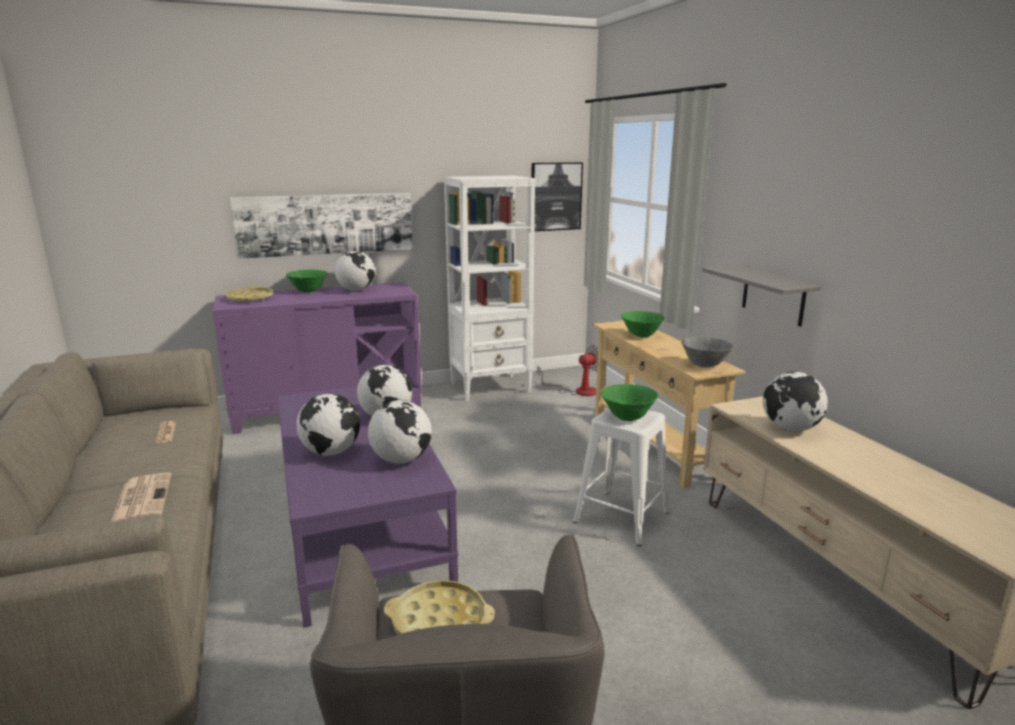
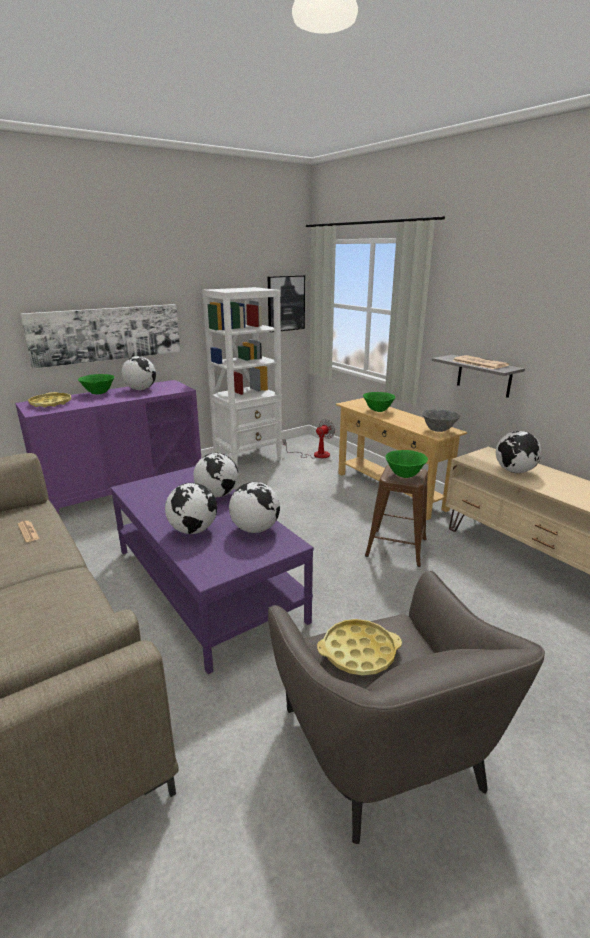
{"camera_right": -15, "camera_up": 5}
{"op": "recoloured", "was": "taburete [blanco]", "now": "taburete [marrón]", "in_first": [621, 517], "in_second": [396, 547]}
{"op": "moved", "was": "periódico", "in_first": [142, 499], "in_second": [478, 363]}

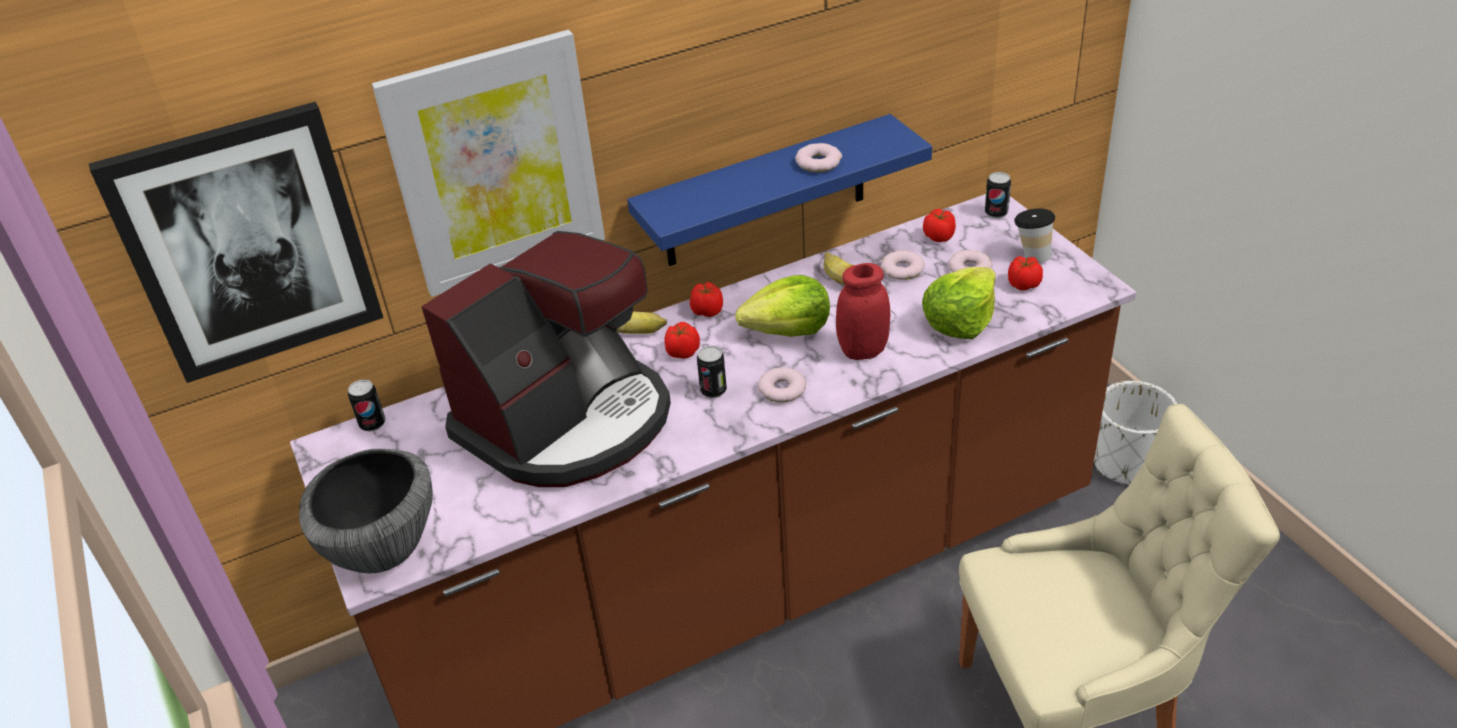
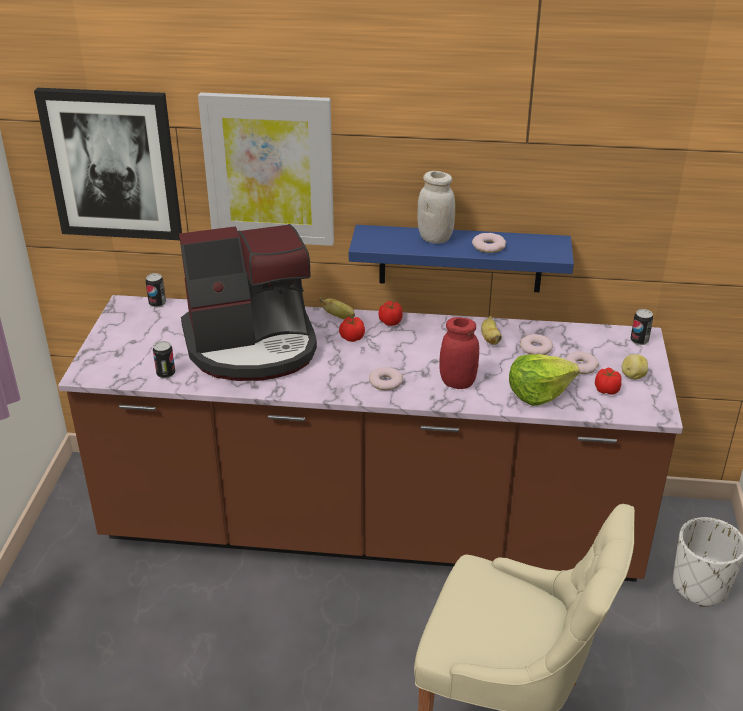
{"camera_right": 30, "camera_up": -5}
{"op": "removed", "was": "tomate", "in_first": [939, 236]}
{"op": "replaced", "was": "taza", "now": "patata", "in_first": [1031, 256], "in_second": [632, 376]}
{"op": "removed", "was": "lechuga", "in_first": [789, 330]}
{"op": "moved", "was": "lata", "in_first": [713, 390], "in_second": [166, 374]}
{"op": "removed", "was": "cuenco", "in_first": [382, 549]}
{"op": "added", "now": "tarro [blanco]", "in_second": [435, 238]}

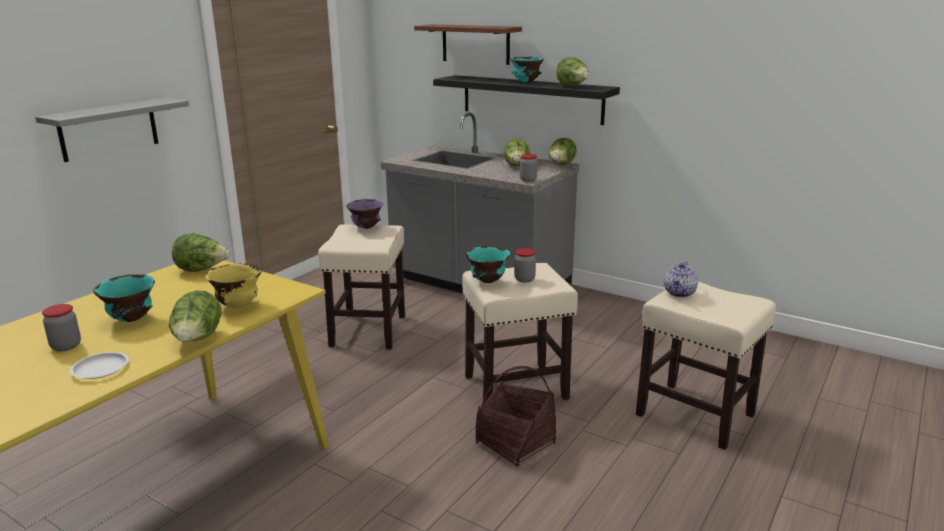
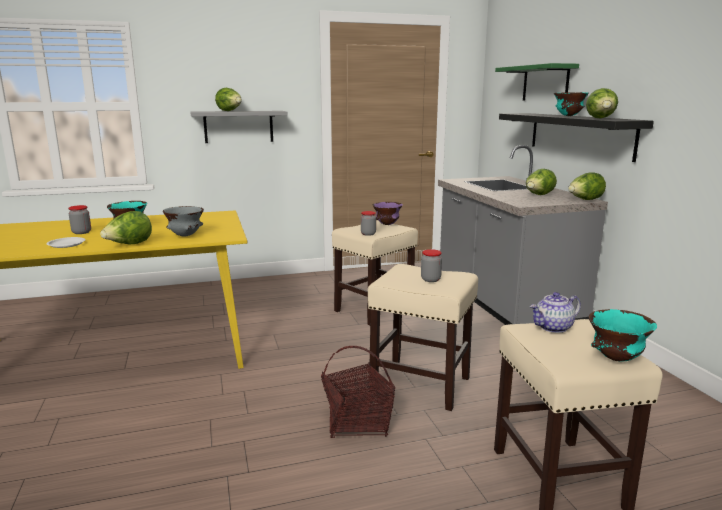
{"camera_right": 40, "camera_up": -5}
{"op": "recoloured", "was": "estante [marrón]", "now": "estante [verde]", "in_first": [475, 44], "in_second": [545, 83]}
{"op": "moved", "was": "tarro", "in_first": [528, 180], "in_second": [368, 234]}
{"op": "moved", "was": "lechuga", "in_first": [202, 270], "in_second": [230, 111]}
{"op": "moved", "was": "cuenco [turquesa]", "in_first": [487, 282], "in_second": [616, 359]}
{"op": "recoloured", "was": "cuenco [amarillo]", "now": "cuenco [gris]", "in_first": [238, 306], "in_second": [186, 236]}

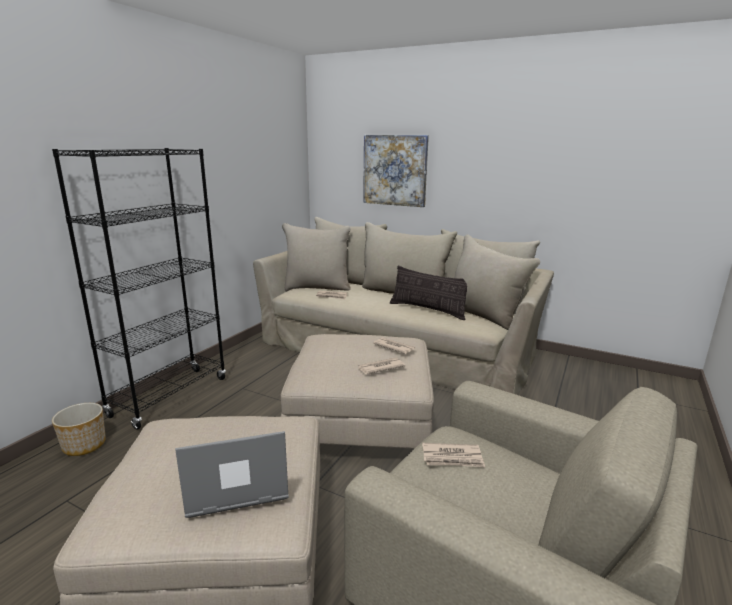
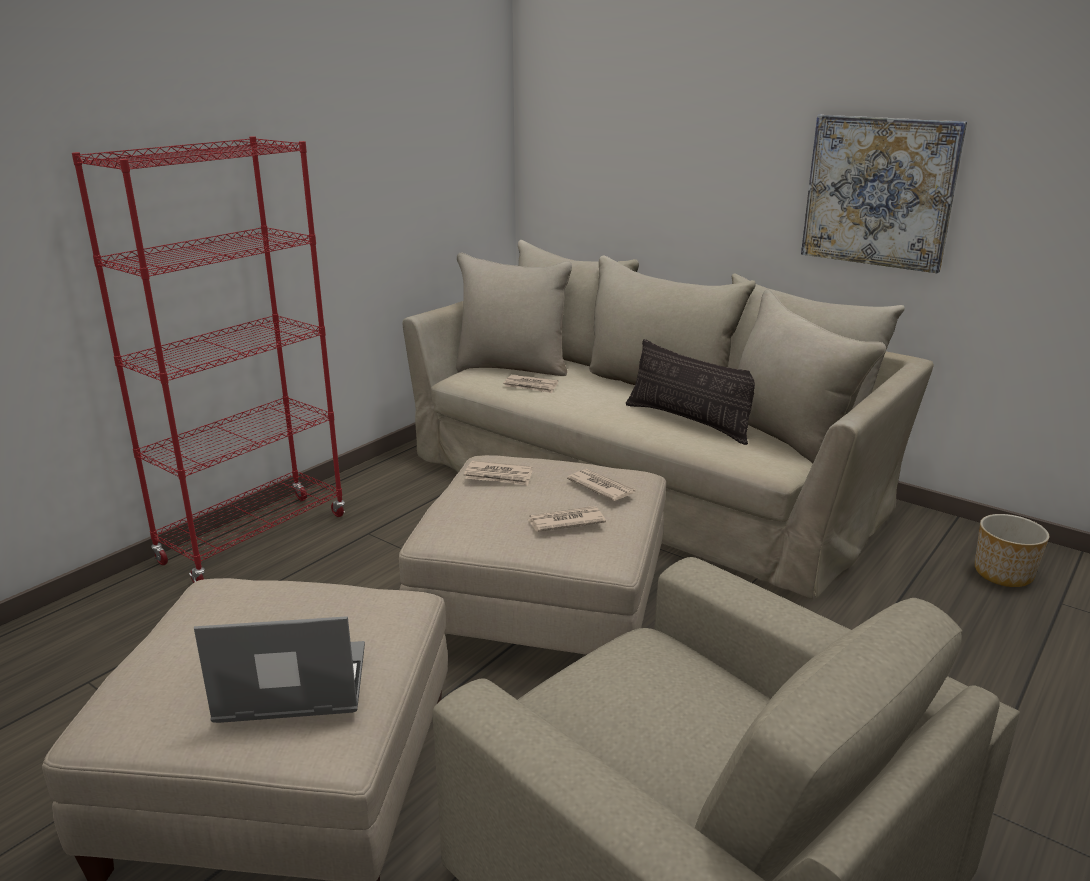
{"camera_right": 10, "camera_up": 5}
{"op": "moved", "was": "cuadro", "in_first": [395, 170], "in_second": [879, 192]}
{"op": "recoloured", "was": "estantería [negro]", "now": "estantería [rojo]", "in_first": [170, 397], "in_second": [254, 538]}
{"op": "moved", "was": "maceta", "in_first": [85, 445], "in_second": [1004, 574]}
{"op": "moved", "was": "periódico", "in_first": [452, 458], "in_second": [499, 476]}

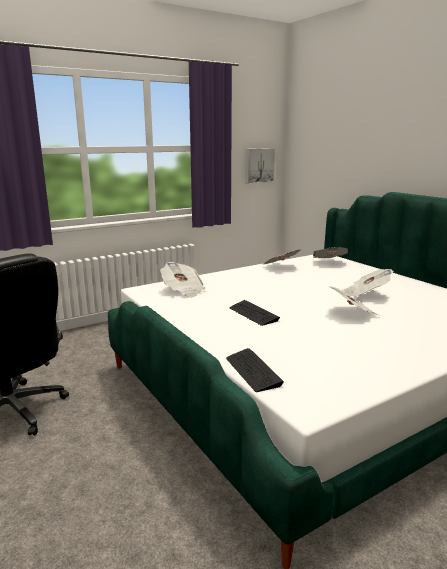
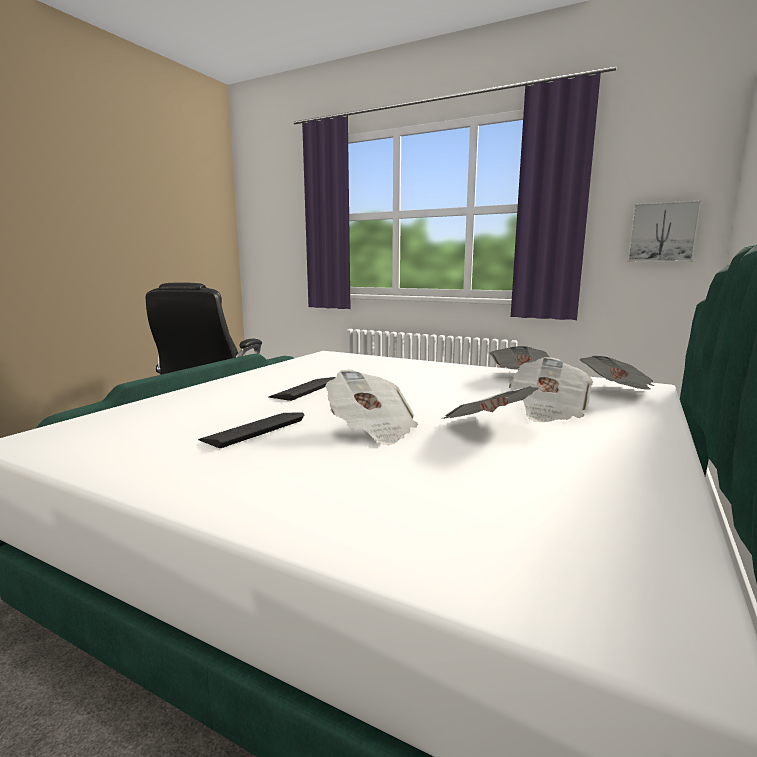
{"camera_right": 60, "camera_up": -5}
{"op": "moved", "was": "periódico", "in_first": [183, 291], "in_second": [547, 411]}
{"op": "moved", "was": "teclado", "in_first": [253, 371], "in_second": [253, 430]}

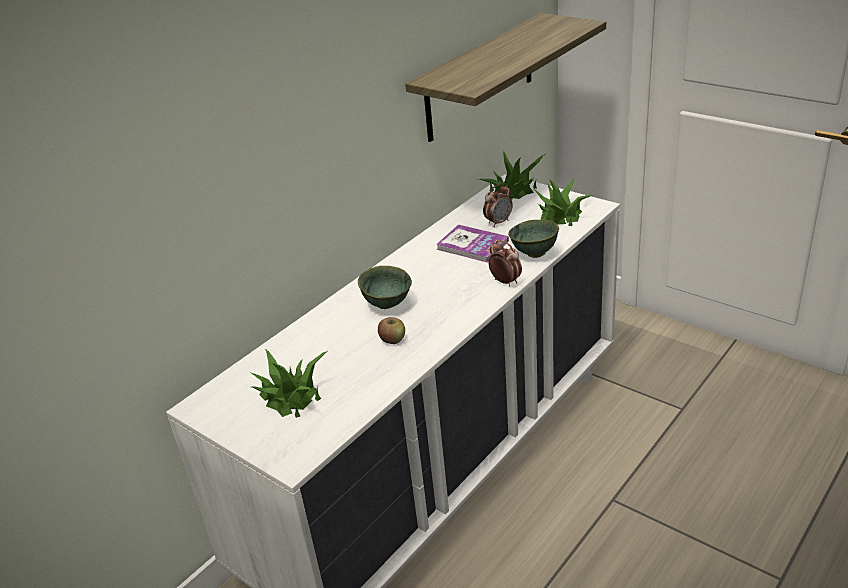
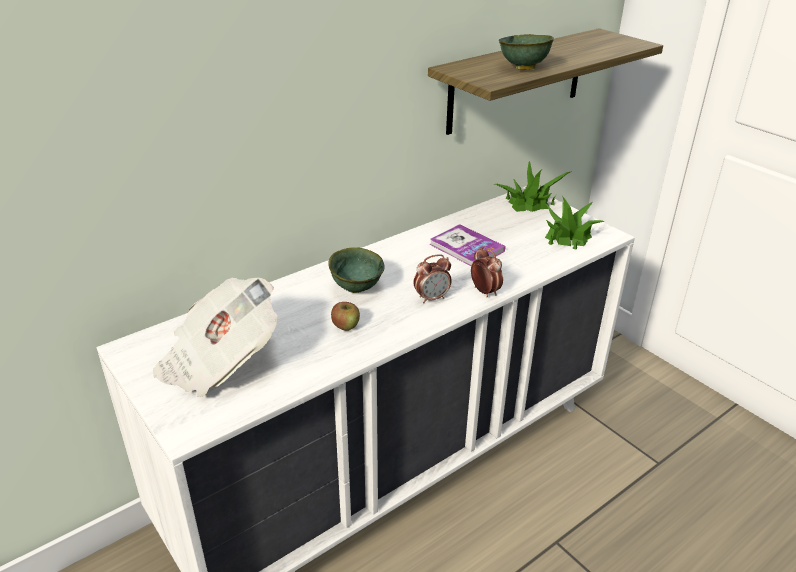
{"camera_right": 10, "camera_up": 0}
{"op": "moved", "was": "despertador", "in_first": [498, 222], "in_second": [432, 298]}
{"op": "moved", "was": "cuenco [verde]", "in_first": [534, 254], "in_second": [523, 68]}
{"op": "replaced", "was": "planta en maceta", "now": "periódico", "in_first": [291, 397], "in_second": [219, 361]}

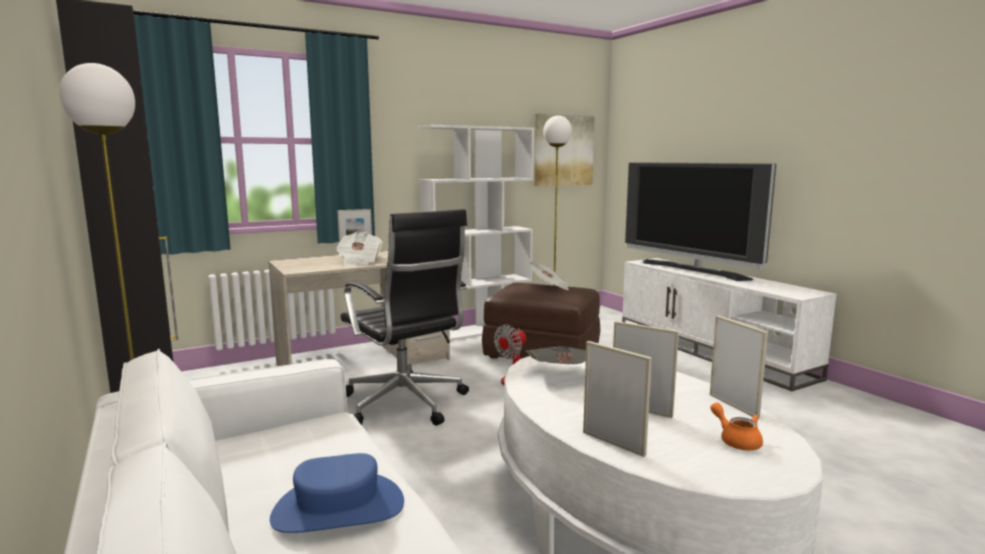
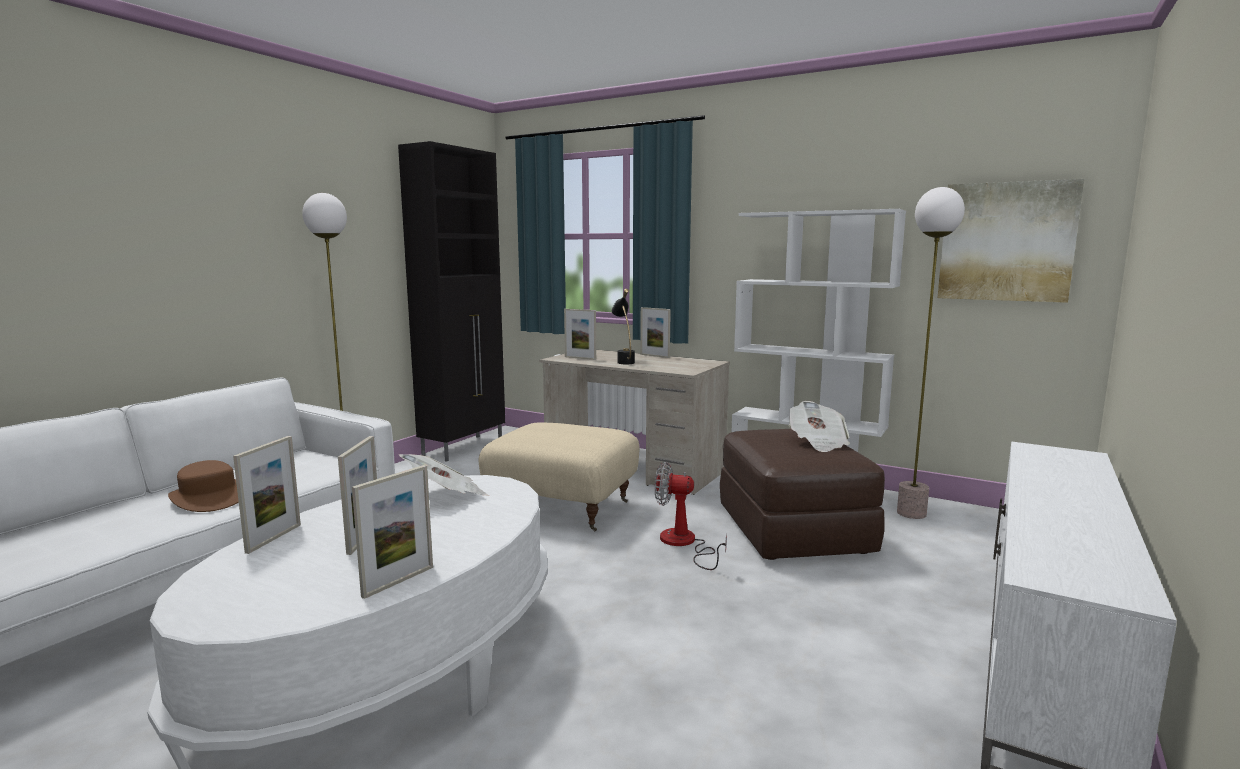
{"camera_right": 60, "camera_up": 0}
{"op": "removed", "was": "televisor", "in_first": [693, 270]}
{"op": "replaced", "was": "silla de oficina [negro]", "now": "puf [beis]", "in_first": [405, 404], "in_second": [561, 509]}
{"op": "replaced", "was": "periódico", "now": "lámpara de mesa [negro]", "in_first": [359, 261], "in_second": [624, 361]}
{"op": "removed", "was": "tetera [naranja]", "in_first": [736, 440]}
{"op": "recoloured", "was": "sombrero [azul]", "now": "sombrero [marrón]", "in_first": [338, 509], "in_second": [208, 498]}
{"op": "added", "now": "portarretratos", "in_second": [580, 358]}

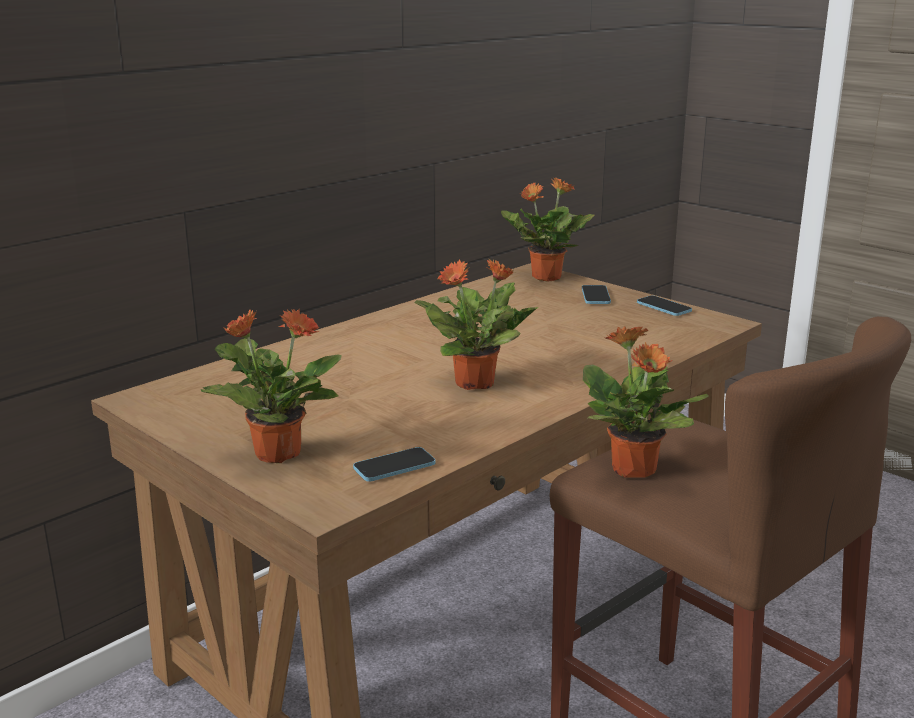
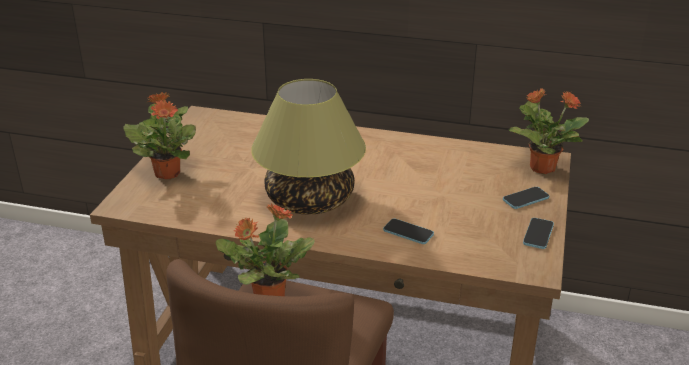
{"camera_right": 60, "camera_up": 10}
{"op": "replaced", "was": "planta en maceta", "now": "lámpara de mesa", "in_first": [476, 383], "in_second": [309, 200]}
{"op": "moved", "was": "móvil", "in_first": [394, 467], "in_second": [408, 232]}

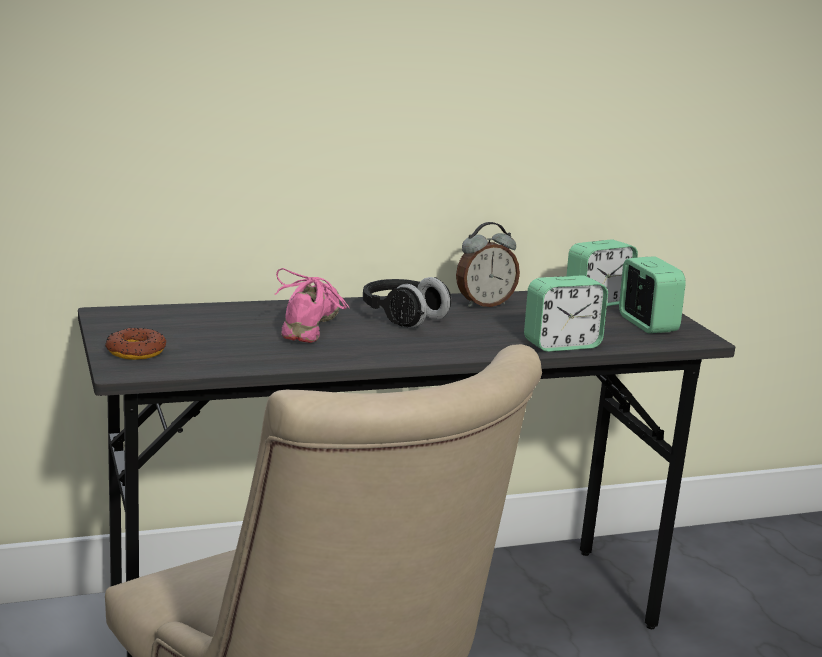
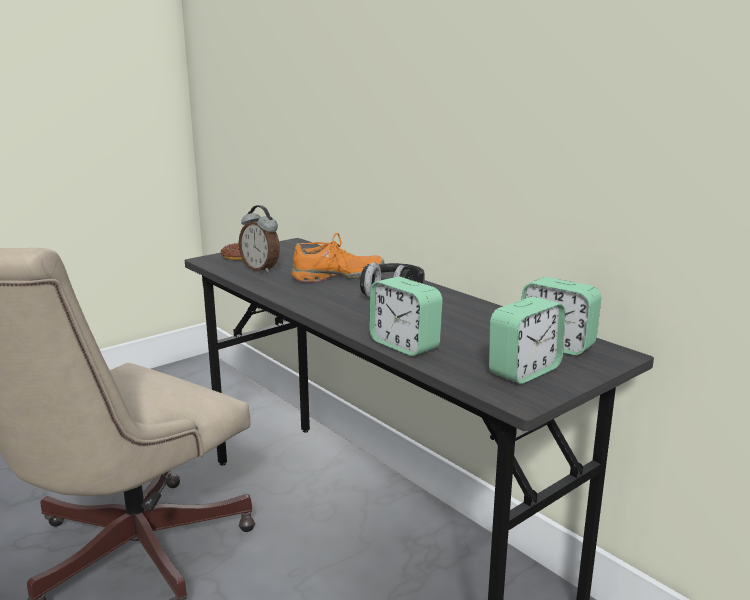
{"camera_right": 70, "camera_up": 0}
{"op": "moved", "was": "despertador", "in_first": [484, 304], "in_second": [261, 269]}
{"op": "recoloured", "was": "zapato [rosa]", "now": "zapato [naranja]", "in_first": [311, 325], "in_second": [337, 277]}

